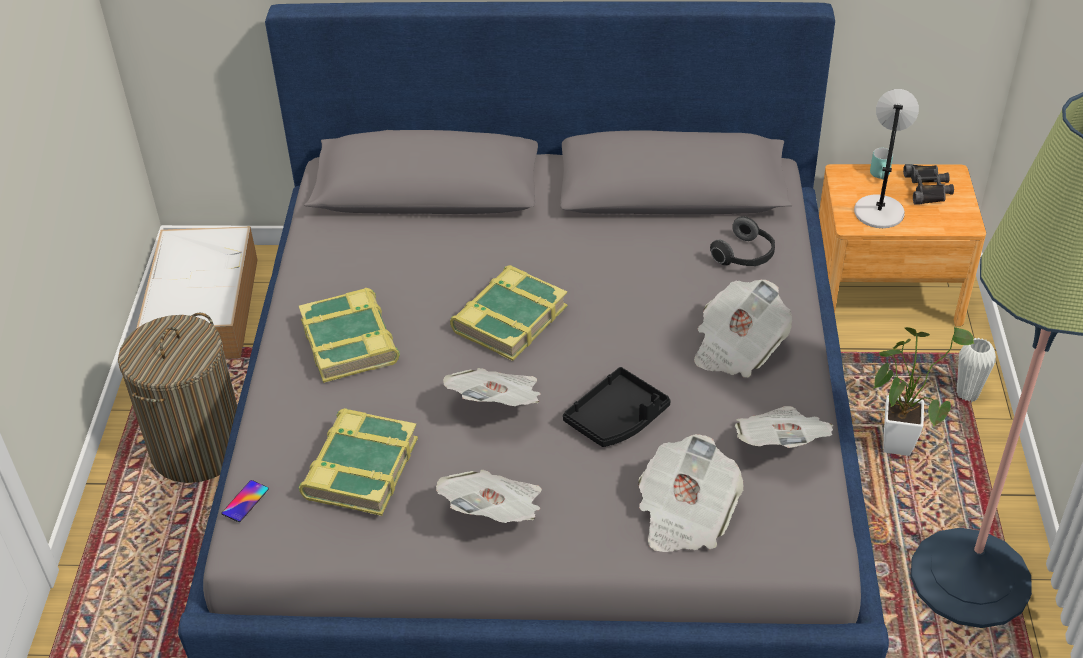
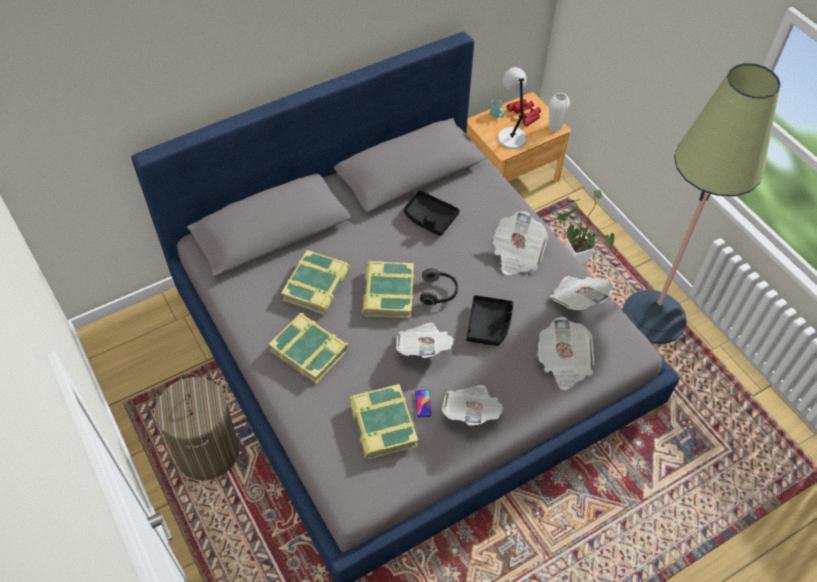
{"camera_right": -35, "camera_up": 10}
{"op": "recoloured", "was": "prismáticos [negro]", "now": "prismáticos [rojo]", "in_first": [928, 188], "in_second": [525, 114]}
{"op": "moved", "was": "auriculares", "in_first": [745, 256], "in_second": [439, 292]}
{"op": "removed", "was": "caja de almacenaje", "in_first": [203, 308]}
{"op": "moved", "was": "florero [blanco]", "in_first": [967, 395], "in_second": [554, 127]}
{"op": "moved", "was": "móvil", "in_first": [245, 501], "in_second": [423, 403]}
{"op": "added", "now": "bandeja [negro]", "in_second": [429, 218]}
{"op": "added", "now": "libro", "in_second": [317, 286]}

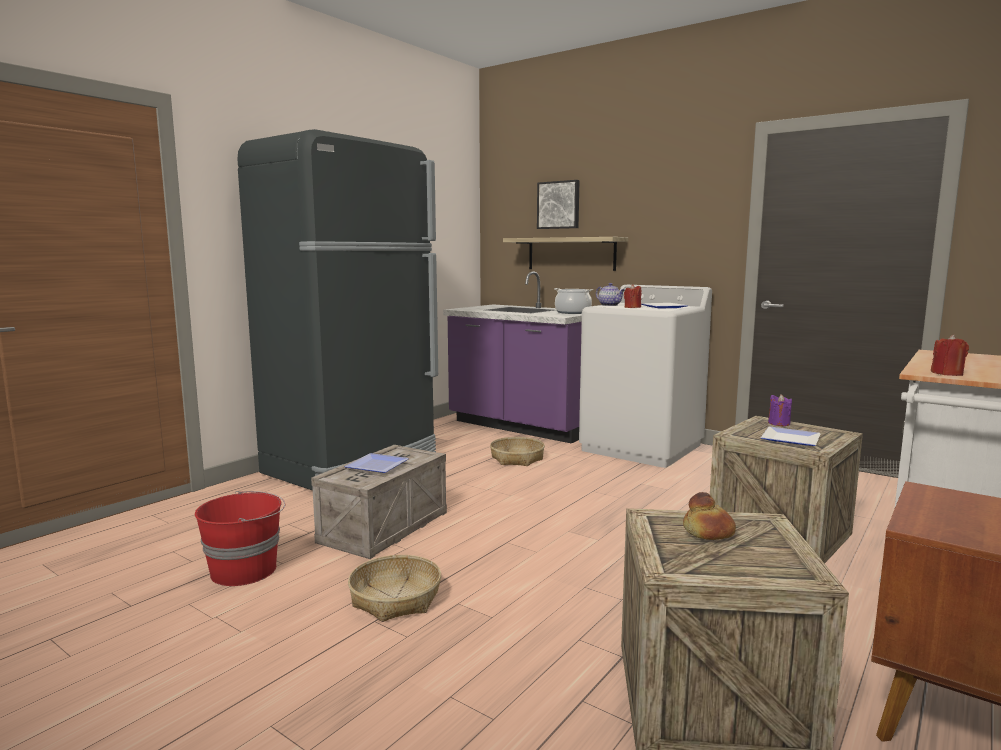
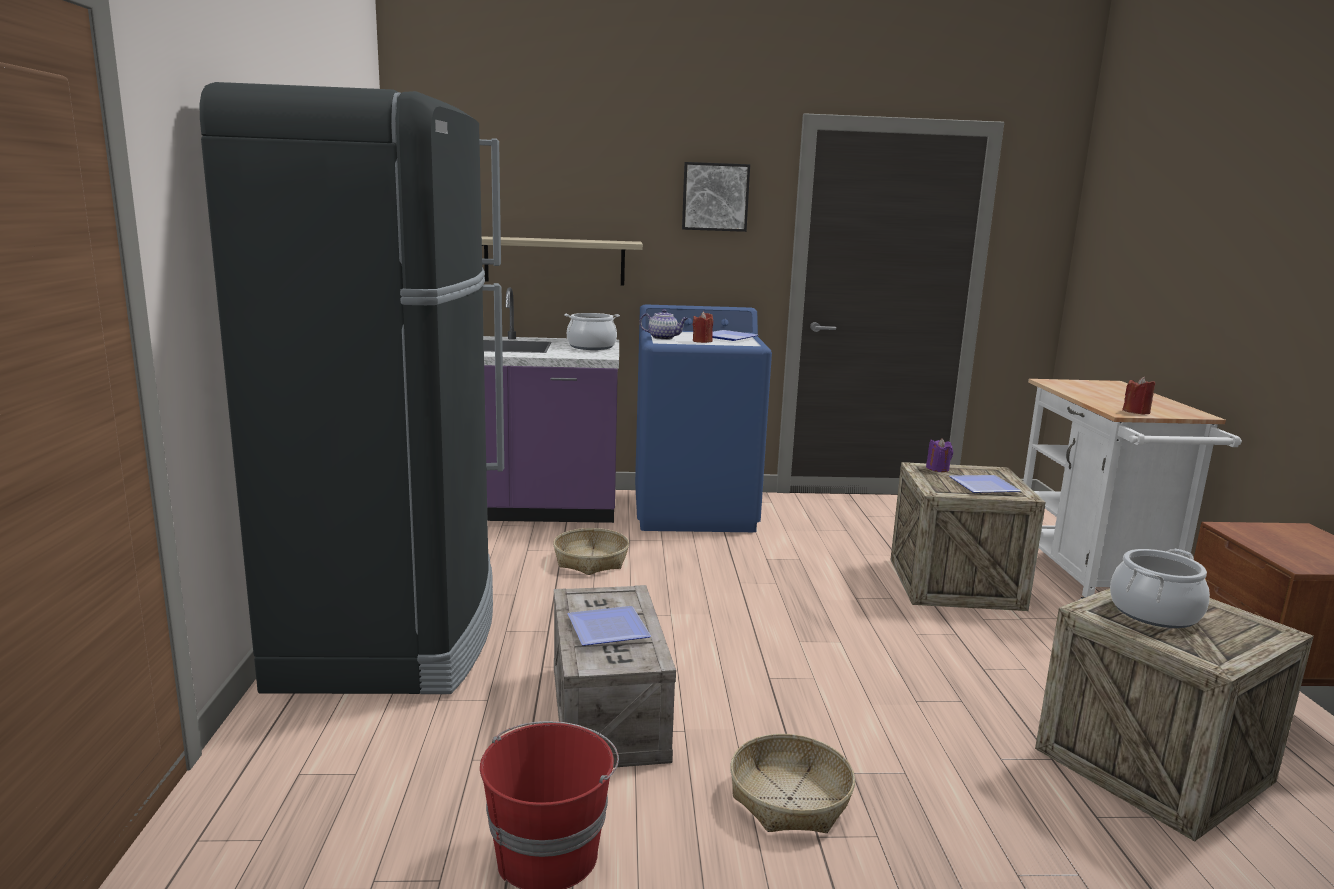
{"camera_right": -40, "camera_up": 5}
{"op": "moved", "was": "cuadro", "in_first": [559, 205], "in_second": [715, 197]}
{"op": "recoloured", "was": "lavadora [blanco]", "now": "lavadora [azul]", "in_first": [642, 448], "in_second": [695, 511]}
{"op": "replaced", "was": "pan", "now": "olla", "in_first": [707, 533], "in_second": [1155, 613]}

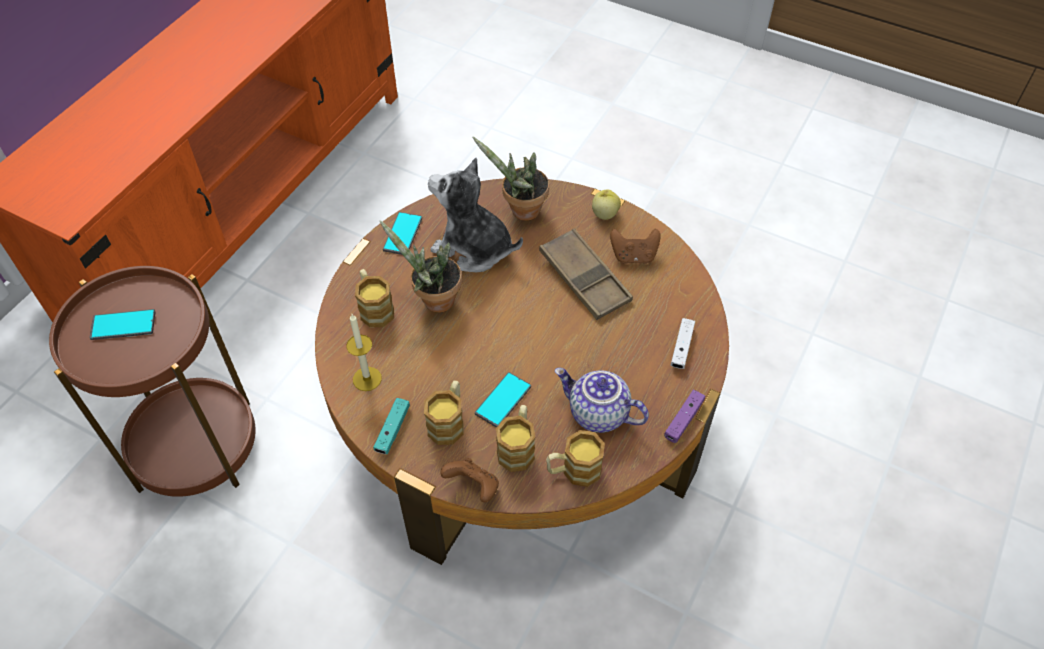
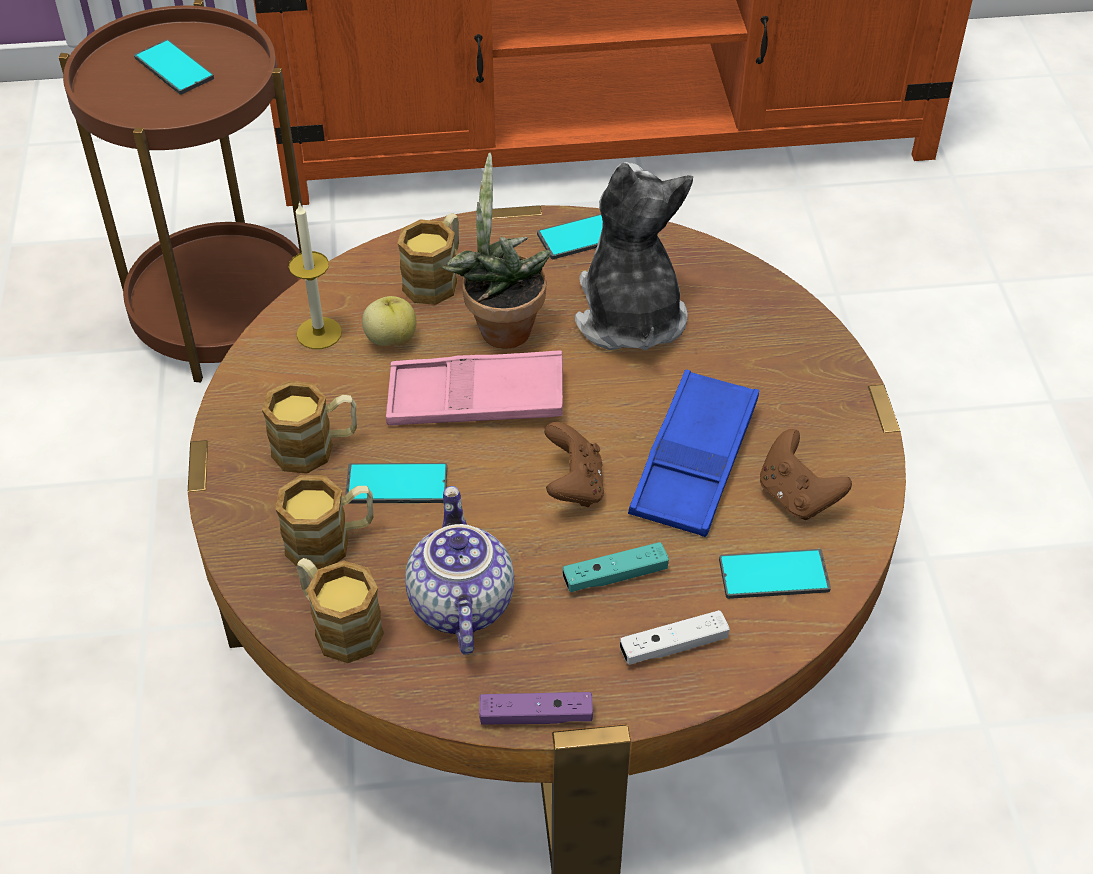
{"camera_right": 55, "camera_up": -5}
{"op": "removed", "was": "planta en maceta", "in_first": [521, 211]}
{"op": "moved", "was": "manzana", "in_first": [604, 214], "in_second": [391, 339]}
{"op": "recoloured", "was": "bandeja [marrón]", "now": "bandeja [azul]", "in_first": [584, 279], "in_second": [694, 462]}
{"op": "moved", "was": "mando de consola [turquesa]", "in_first": [392, 430], "in_second": [615, 576]}
{"op": "moved", "was": "mando de consola [marrón]", "in_first": [473, 487], "in_second": [574, 486]}
{"op": "added", "now": "bandeja [rosa]", "in_second": [476, 399]}
{"op": "added", "now": "móvil", "in_second": [774, 575]}

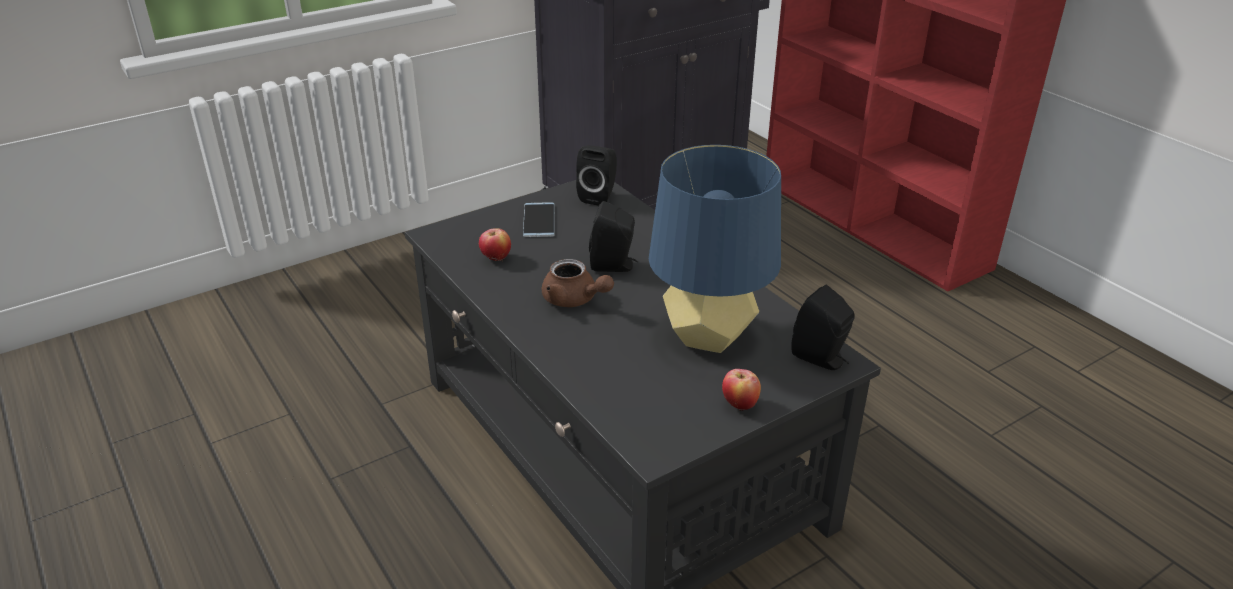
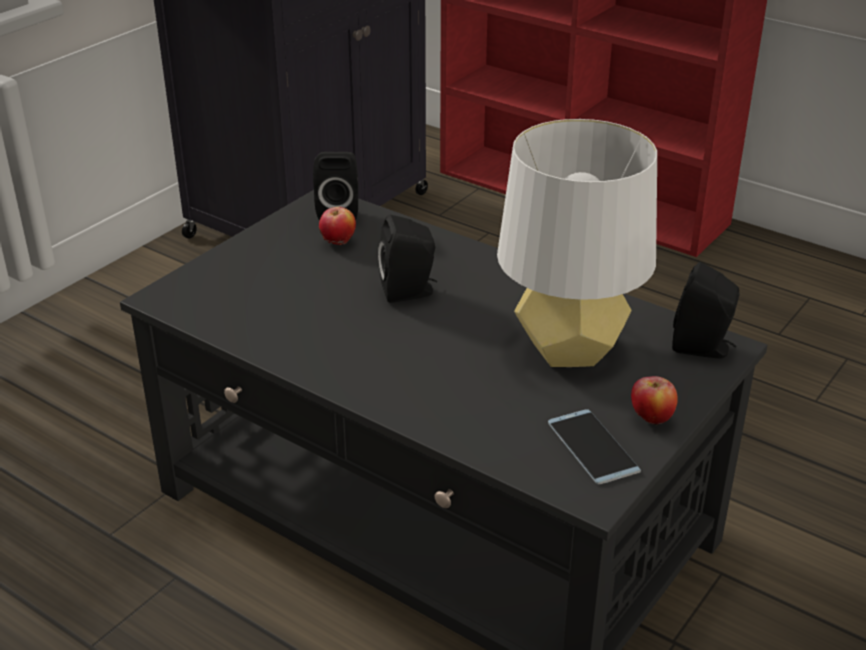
{"camera_right": -20, "camera_up": 0}
{"op": "recoloured", "was": "lámpara de mesa [azul]", "now": "lámpara de mesa [blanco]", "in_first": [708, 335], "in_second": [568, 349]}
{"op": "moved", "was": "móvil", "in_first": [539, 220], "in_second": [592, 447]}
{"op": "moved", "was": "manzana", "in_first": [496, 259], "in_second": [338, 243]}
{"op": "removed", "was": "tetera [marrón]", "in_first": [574, 300]}

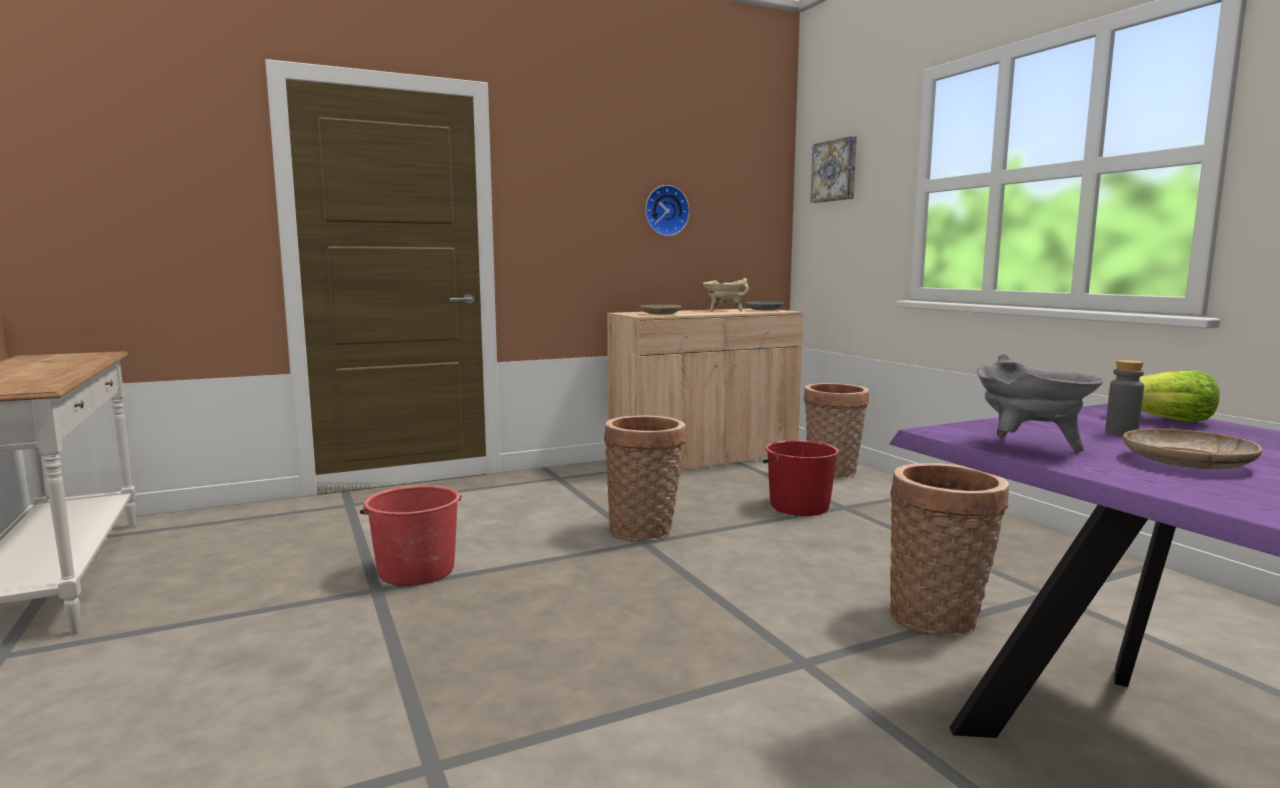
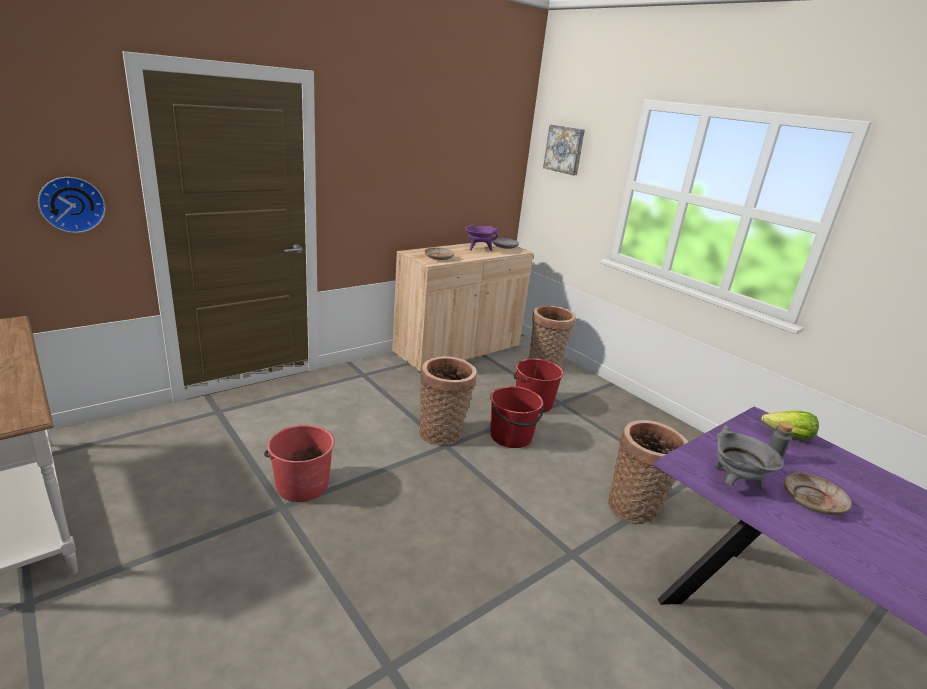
{"camera_right": -15, "camera_up": 15}
{"op": "moved", "was": "reloj de pared", "in_first": [665, 211], "in_second": [72, 204]}
{"op": "recoloured", "was": "olla [beis]", "now": "olla [morado]", "in_first": [724, 311], "in_second": [478, 249]}
{"op": "added", "now": "cubo [rojo]", "in_second": [511, 437]}

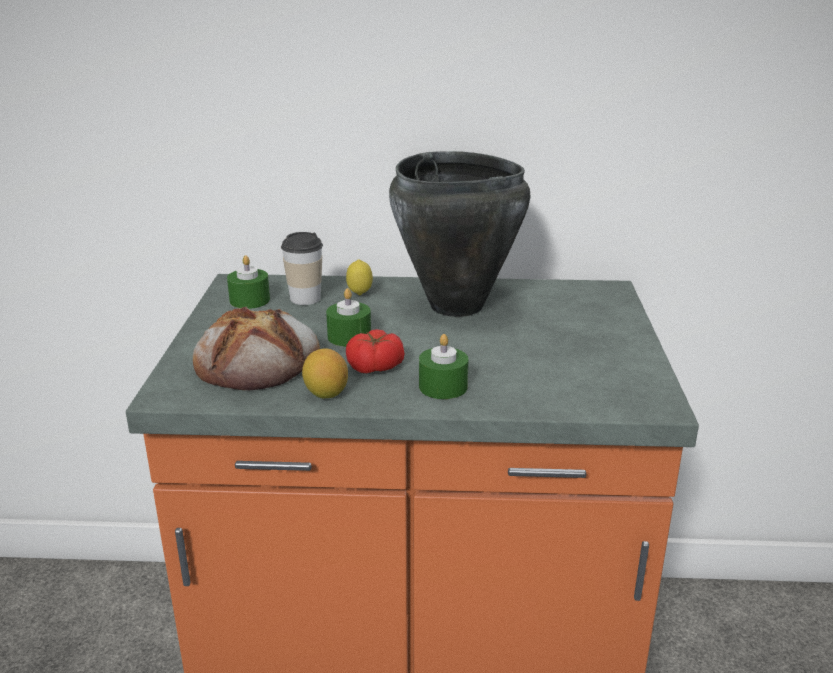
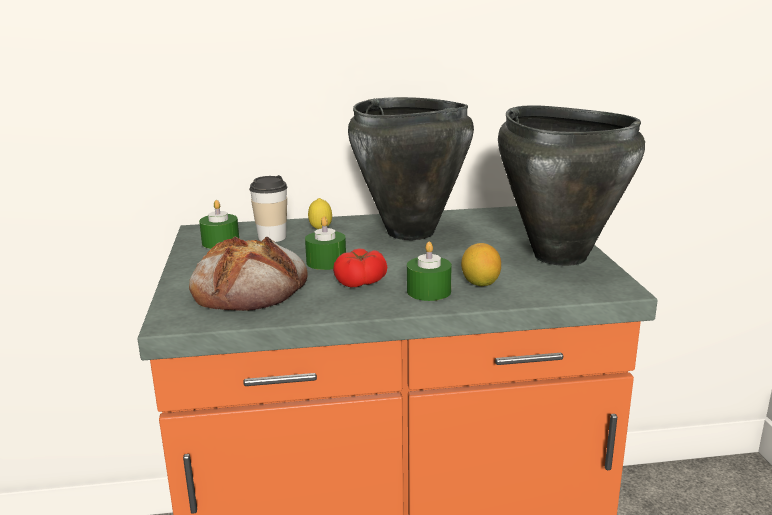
{"camera_right": -10, "camera_up": -5}
{"op": "moved", "was": "limón", "in_first": [326, 394], "in_second": [480, 283]}
{"op": "added", "now": "olla [negro]", "in_second": [559, 255]}

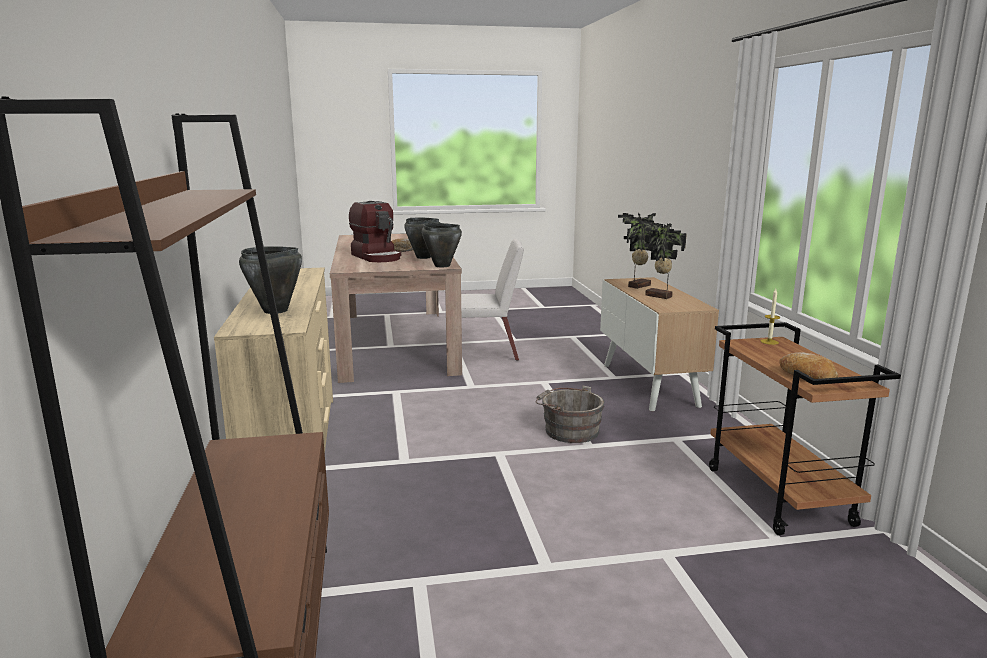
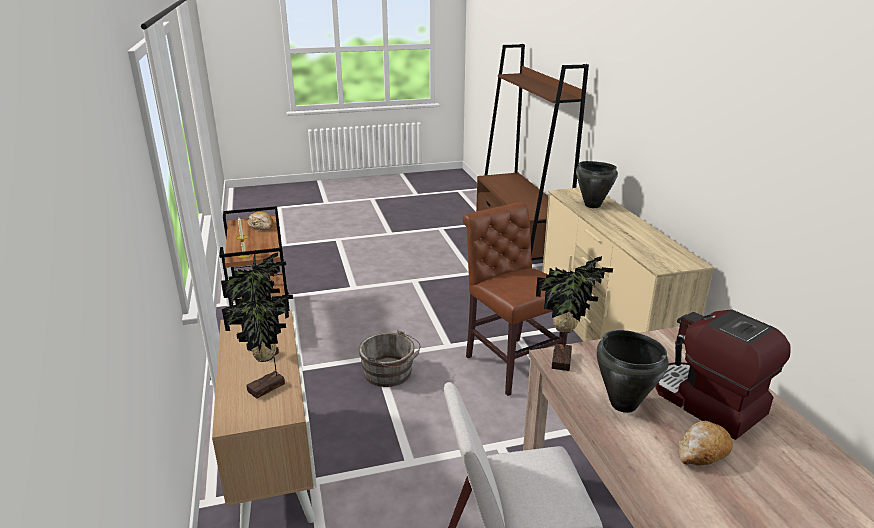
{"camera_right": 175, "camera_up": 10}
{"op": "replaced", "was": "olla [negro]", "now": "planta en maceta", "in_first": [442, 265], "in_second": [564, 360]}
{"op": "added", "now": "silla [marrón]", "in_second": [510, 363]}

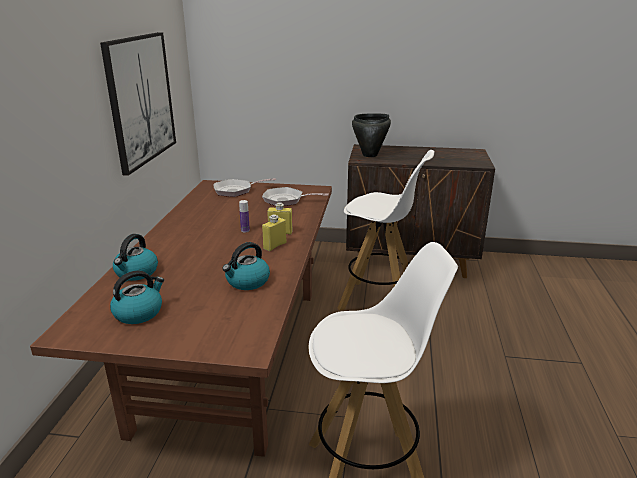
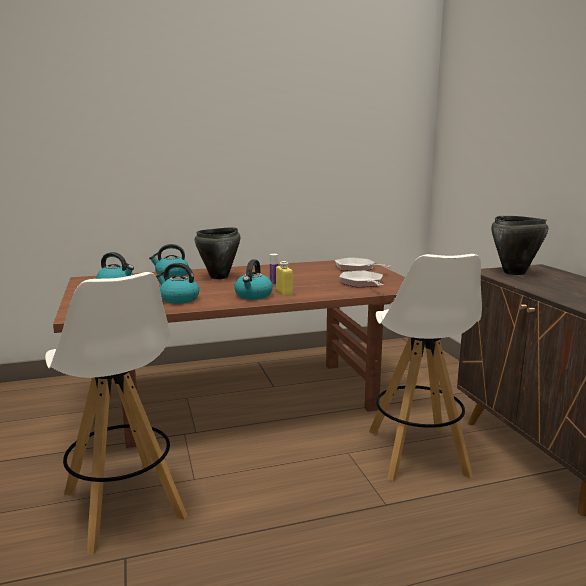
{"camera_right": 65, "camera_up": -10}
{"op": "removed", "was": "cuadro", "in_first": [141, 100]}
{"op": "replaced", "was": "botella [amarillo]", "now": "hervidor", "in_first": [275, 246], "in_second": [253, 295]}
{"op": "added", "now": "olla [negro]", "in_second": [219, 277]}

